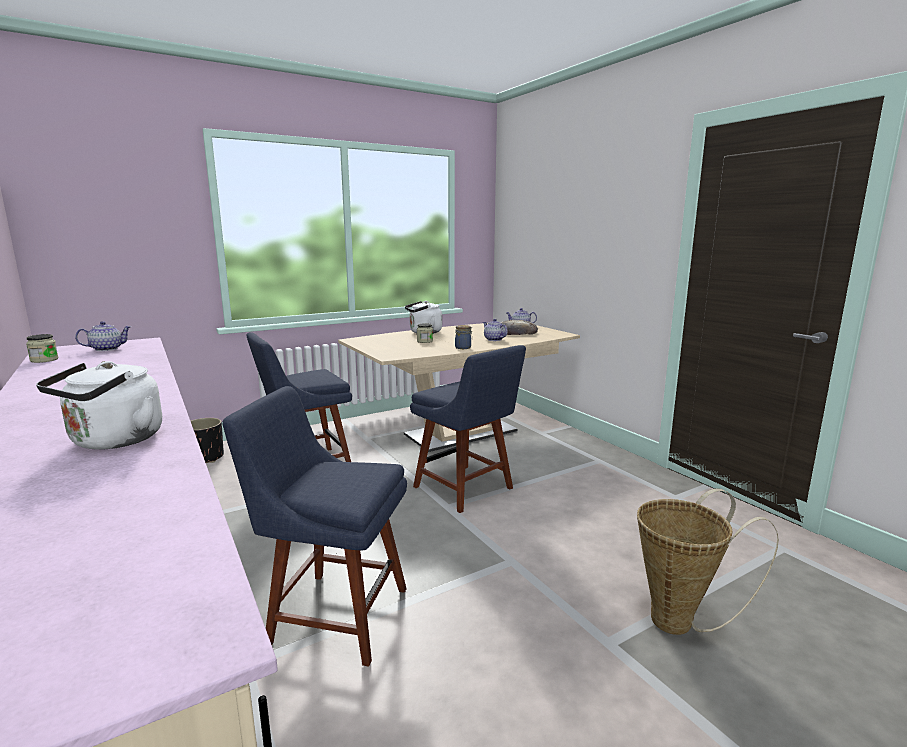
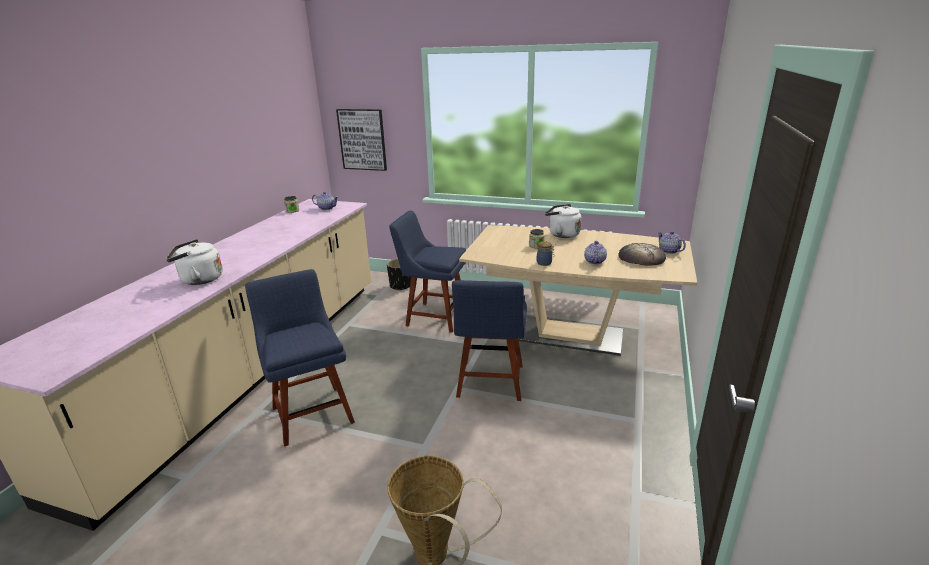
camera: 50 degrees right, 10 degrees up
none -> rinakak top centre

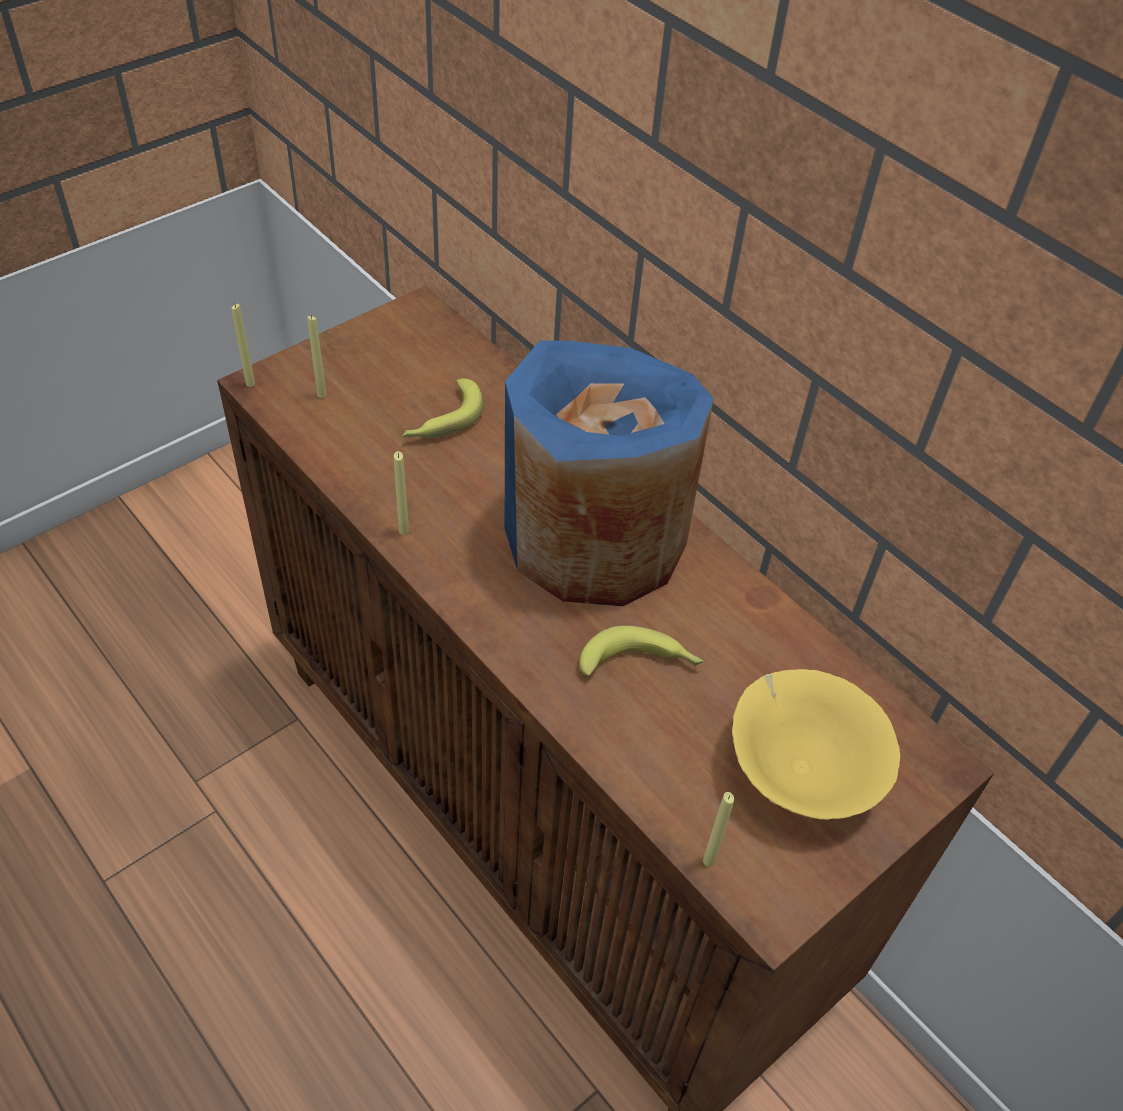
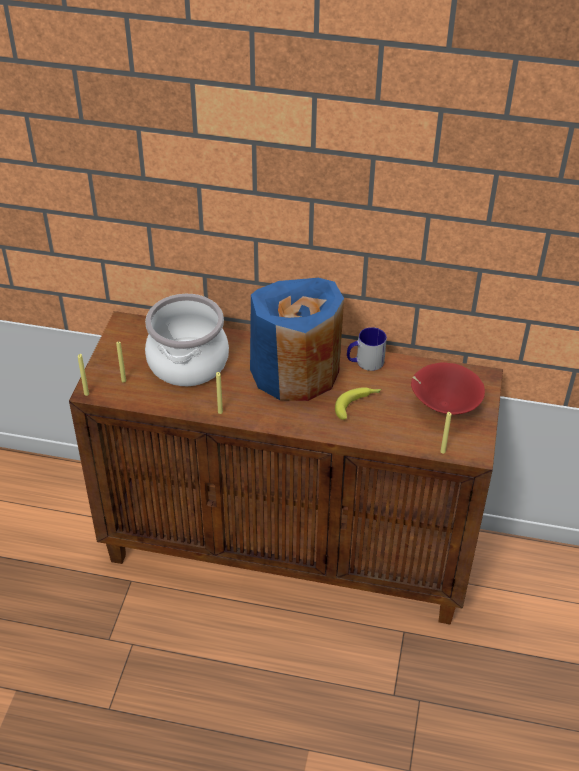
camera: 35 degrees left, 5 degrees down
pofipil (no. 1 from left) centre -> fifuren middle left
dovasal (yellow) bottom right -> dovasal (red) middle right
none -> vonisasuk centre

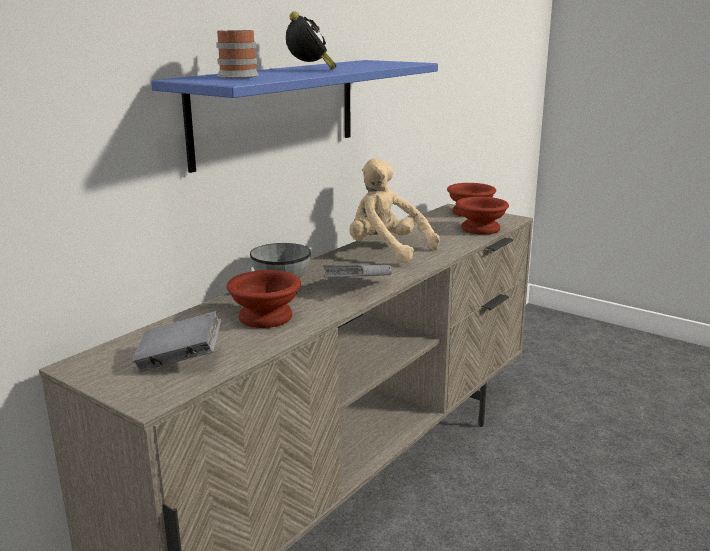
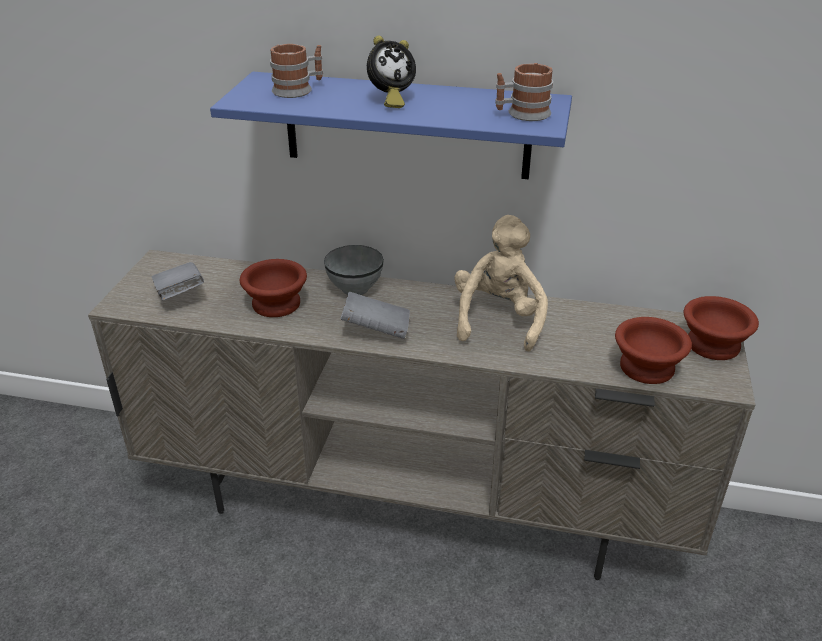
camera: 65 degrees right, 15 degrees up
none -> vonisasuk (no. 2 from left) top centre

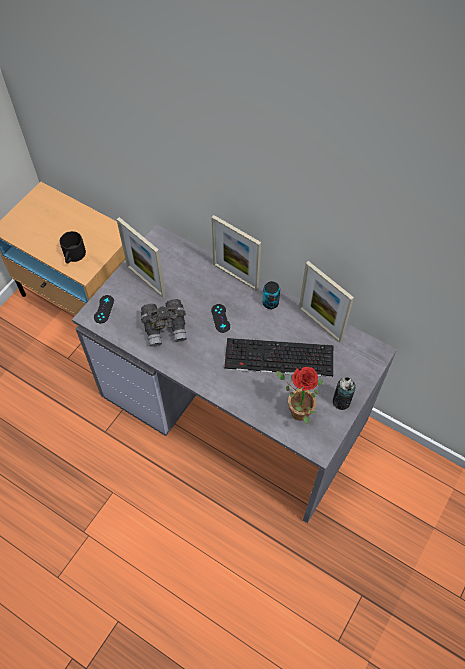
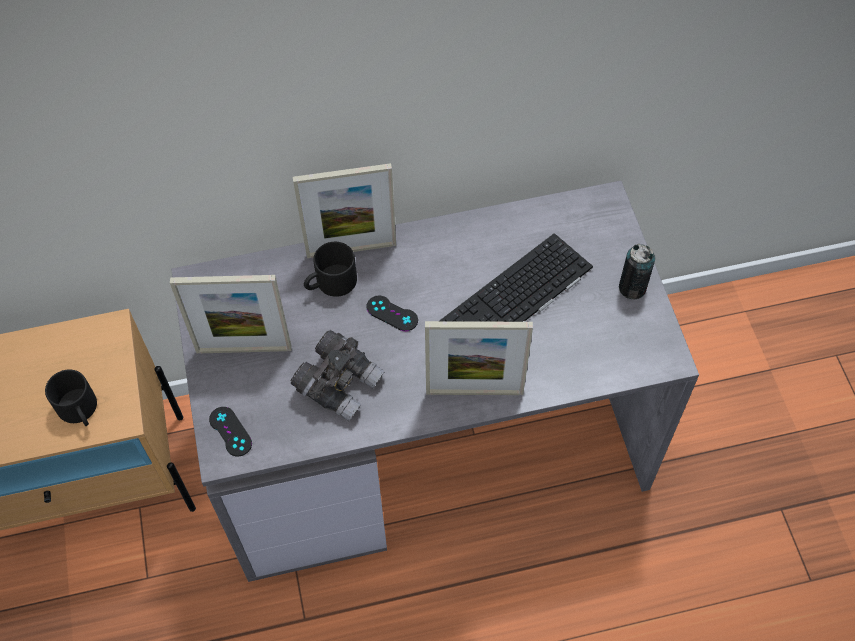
camera: 45 degrees left, 0 degrees up
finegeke (no. 1 from left) centre -> none
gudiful centre -> none
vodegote (no. 3 from left) middle right -> vodegote (no. 3 from left) centre, relocated
none -> vonisasuk (black) (no. 2 from left) centre

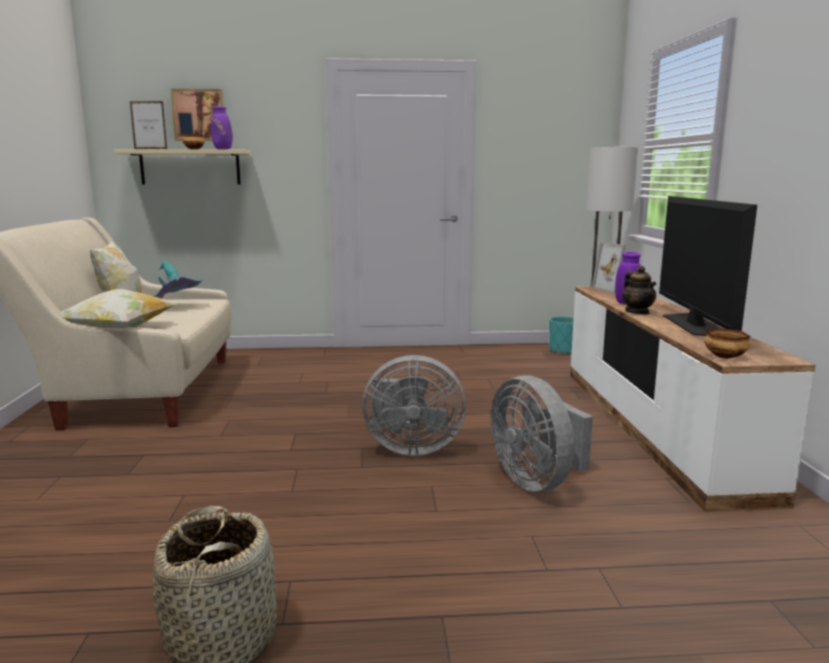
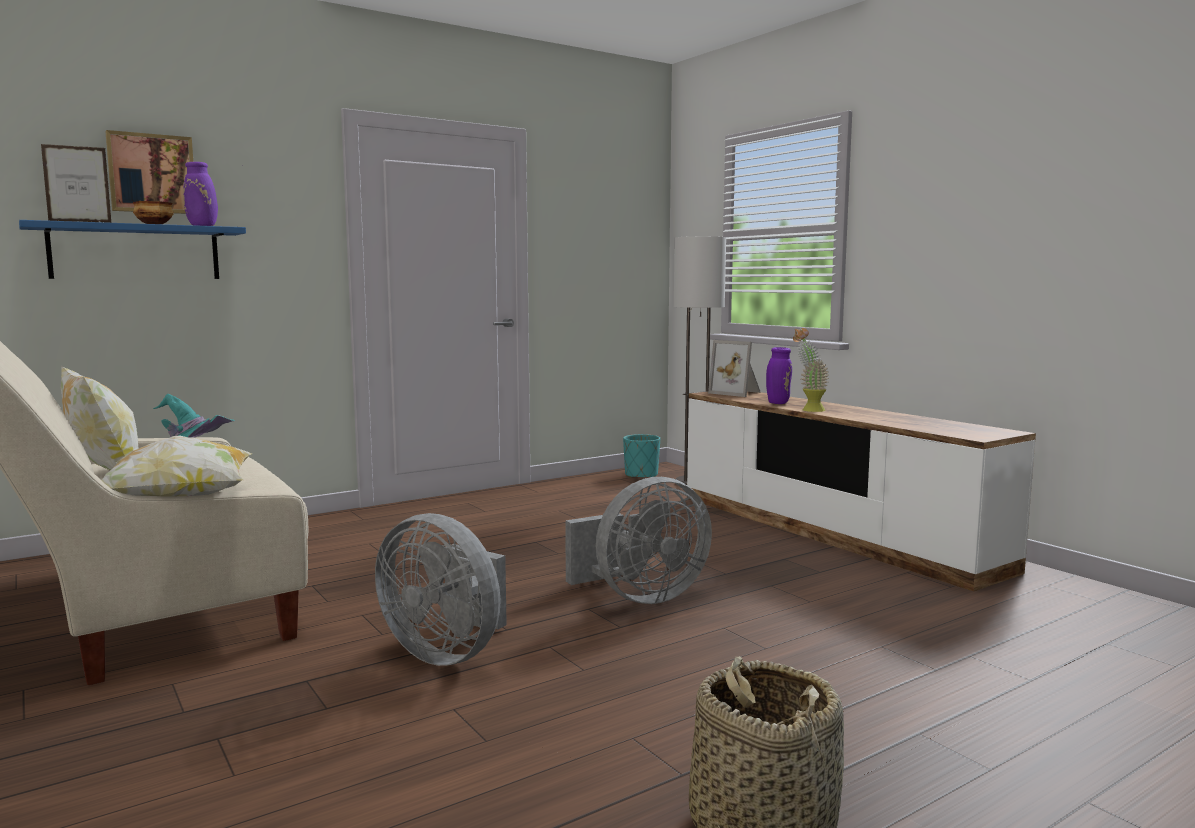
camera: 30 degrees left, 5 degrees down
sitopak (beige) top left -> sitopak (blue) top left
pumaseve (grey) (no. 2 from left in the first image) centre -> pumaseve (grey) (no. 1 from left) bottom centre, relocated
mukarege middle right -> gudiful middle right
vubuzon middle right -> none
dovasal (no. 2 from left) middle right -> none

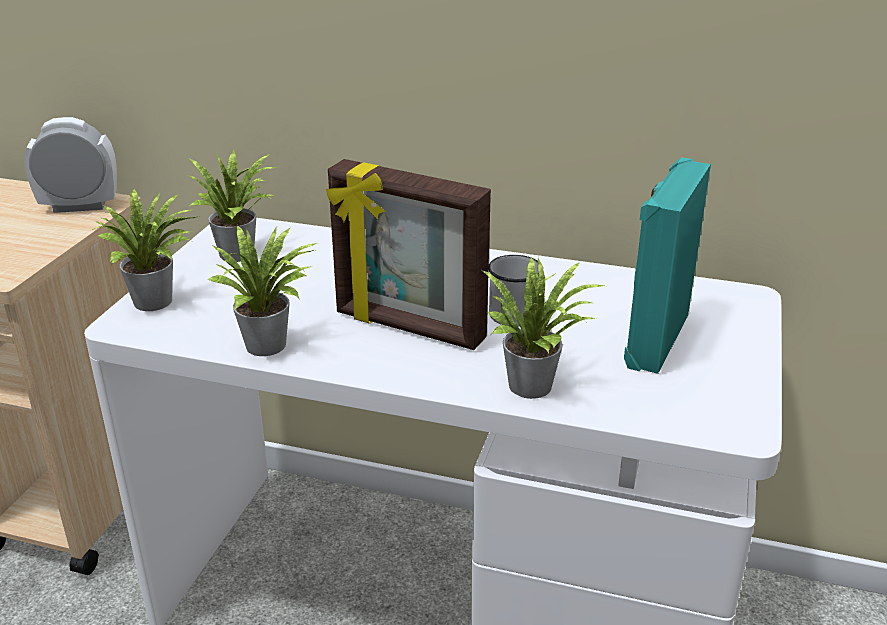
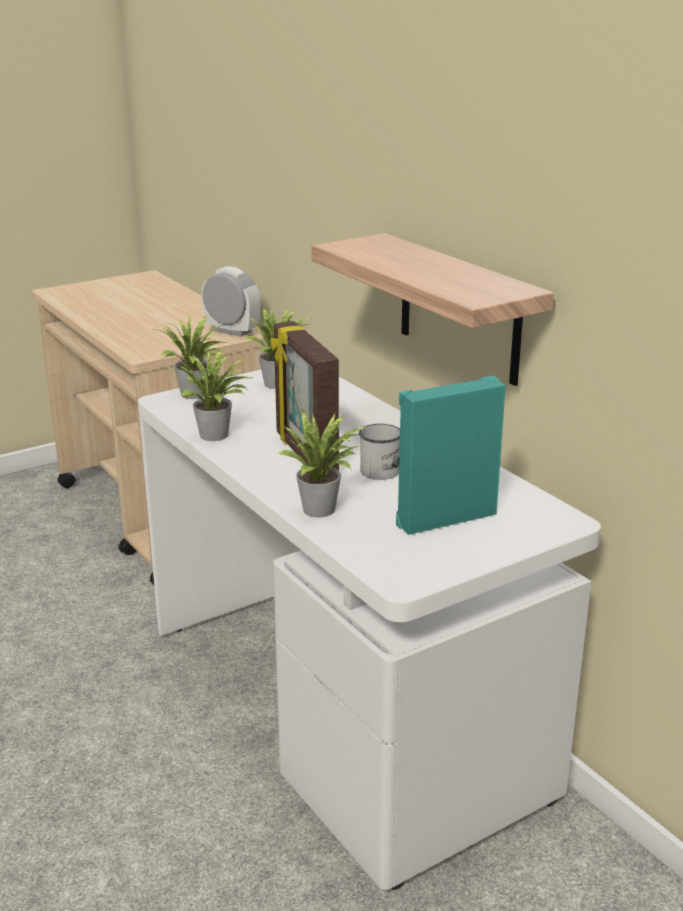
camera: 40 degrees right, 5 degrees down
none -> sitopak centre

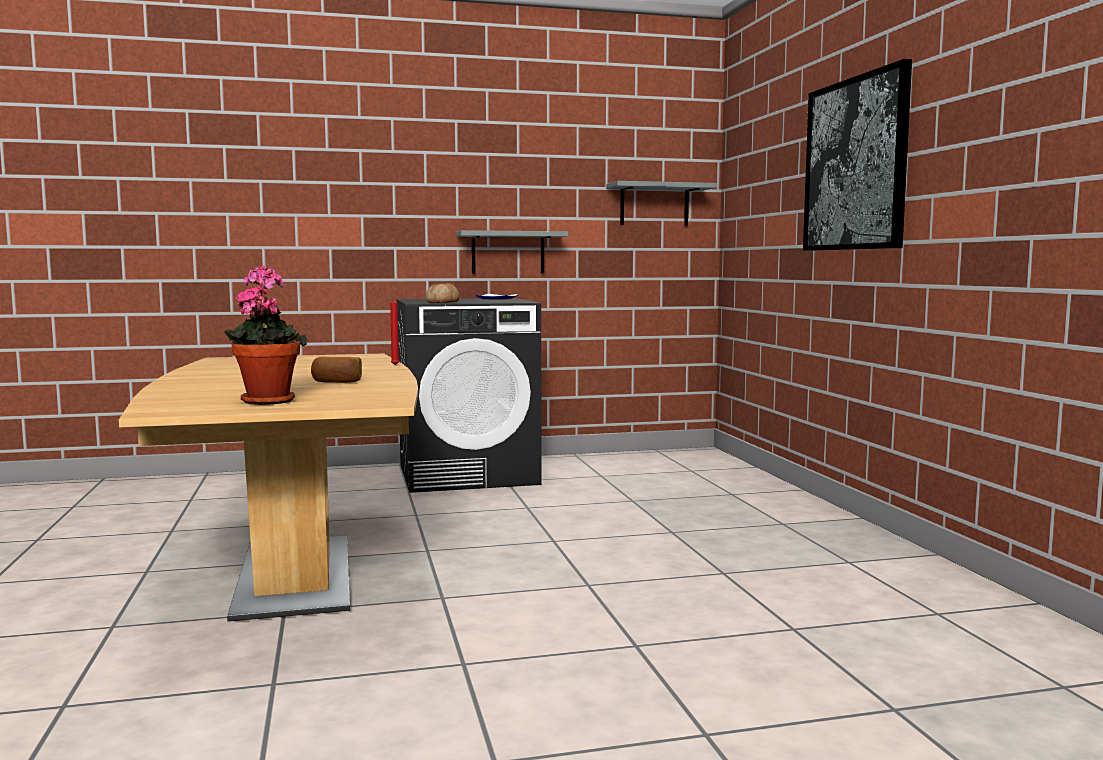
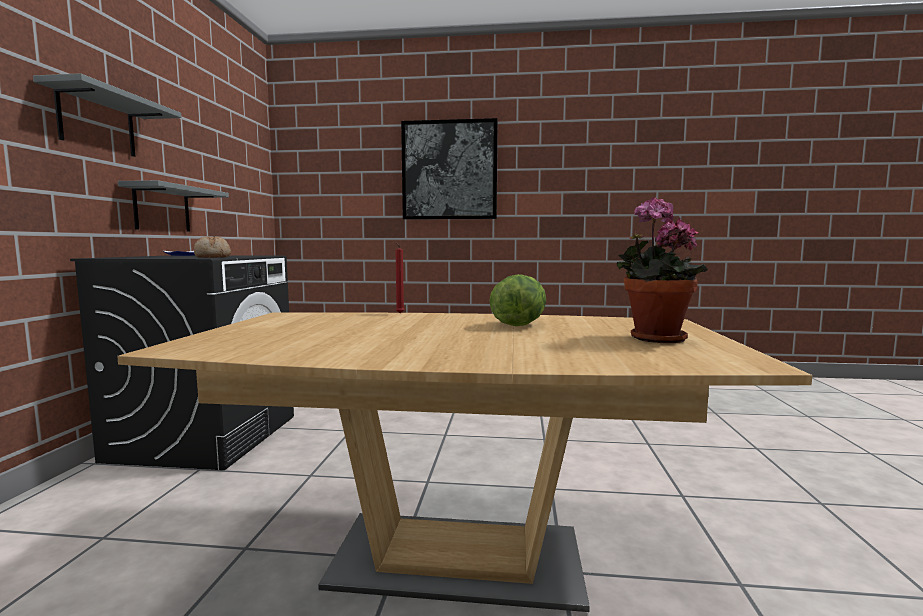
camera: 70 degrees left, 0 degrees up
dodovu (no. 1 from left) middle left -> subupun centre
sitopak (grey) (no. 2 from left in the first image) top centre -> sitopak (grey) (no. 1 from left) top left, relocated

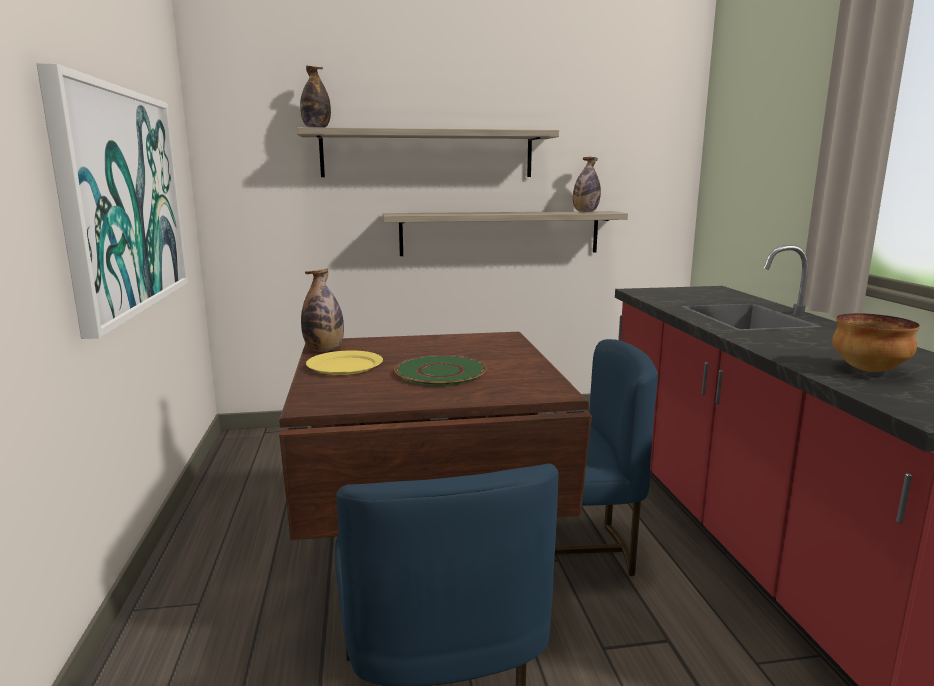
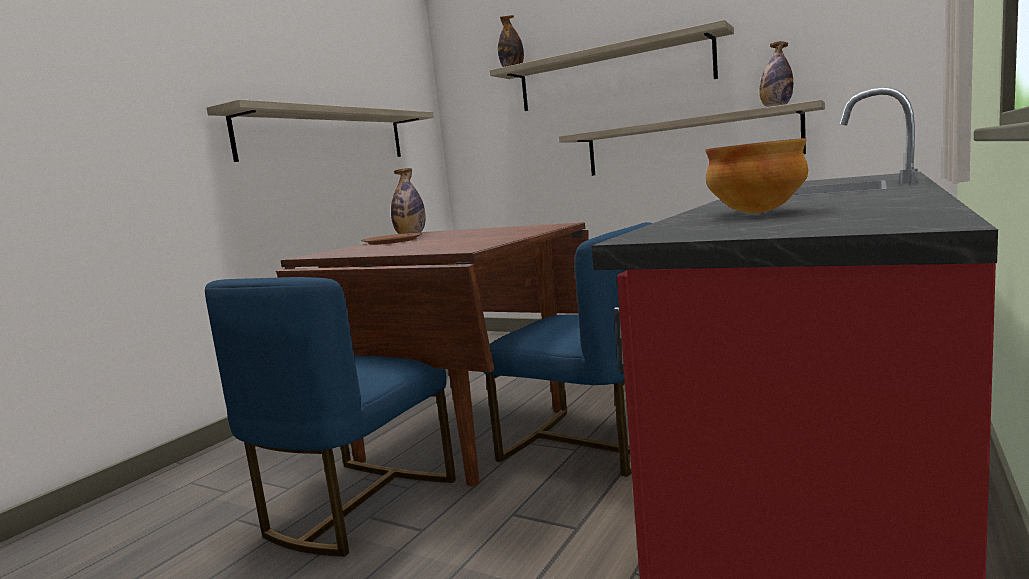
camera: 40 degrees right, 5 degrees down
rinakak top left -> sitopak (no. 1 from left) top left
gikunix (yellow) centre -> gikunix (brown) centre
gikunix (green) centre -> none

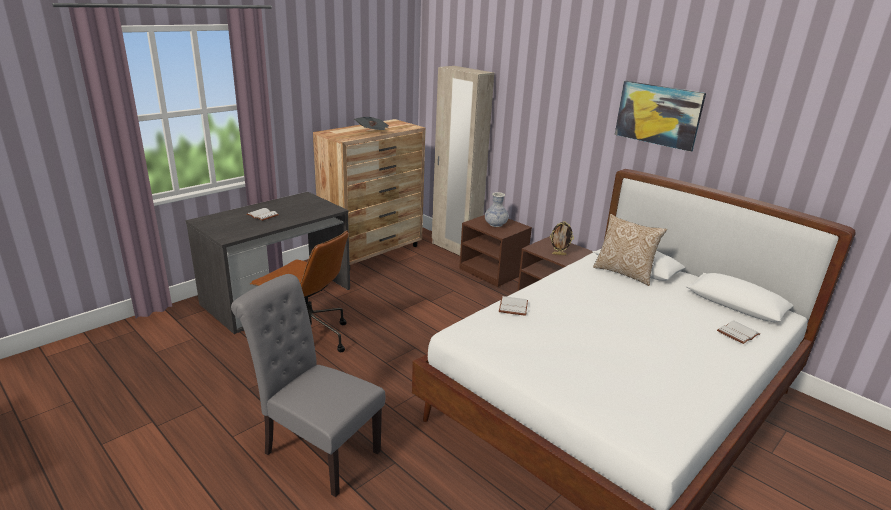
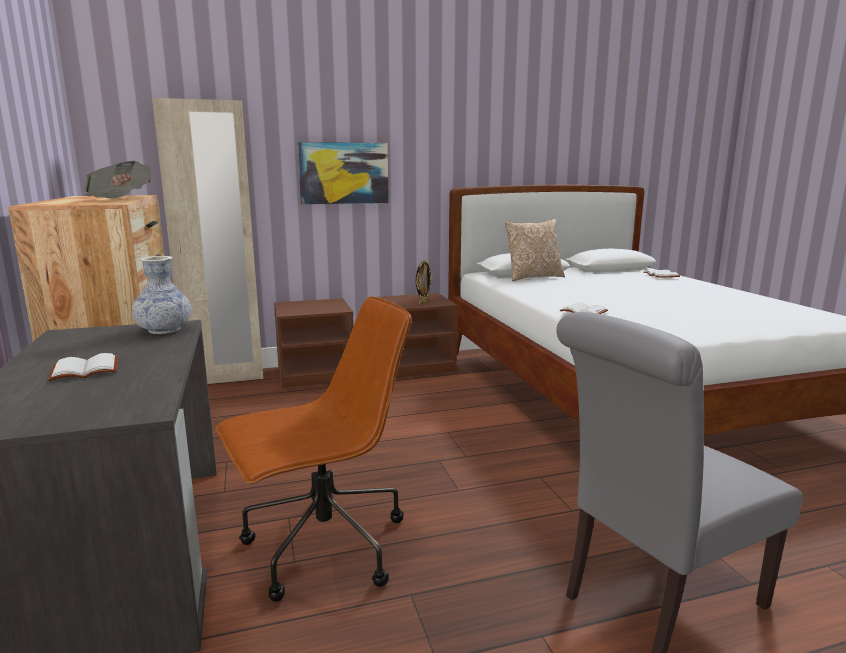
camera: 60 degrees left, 10 degrees down
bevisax centre -> bevisax middle left, relocated
rinakak top right -> rinakak top centre, relocated

